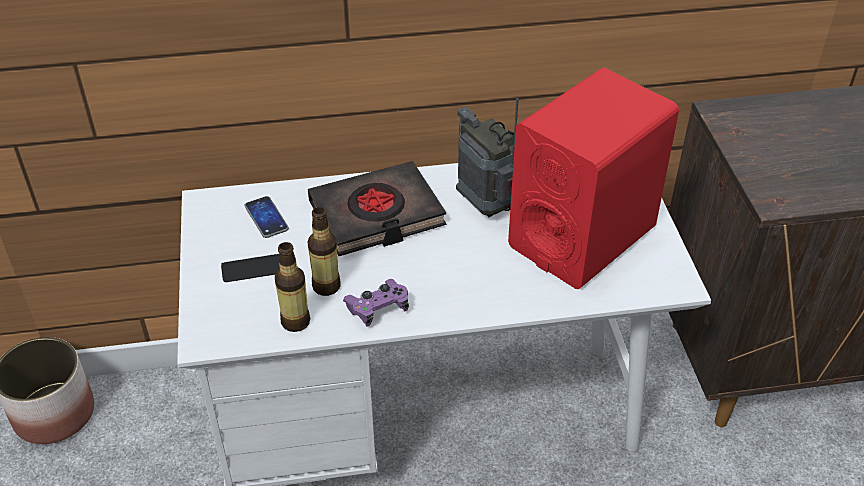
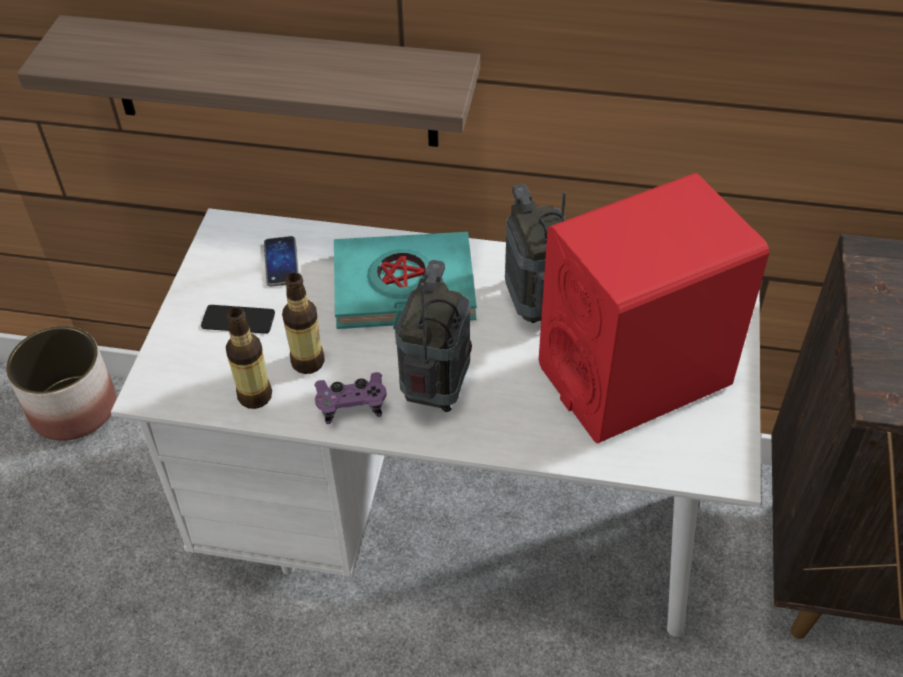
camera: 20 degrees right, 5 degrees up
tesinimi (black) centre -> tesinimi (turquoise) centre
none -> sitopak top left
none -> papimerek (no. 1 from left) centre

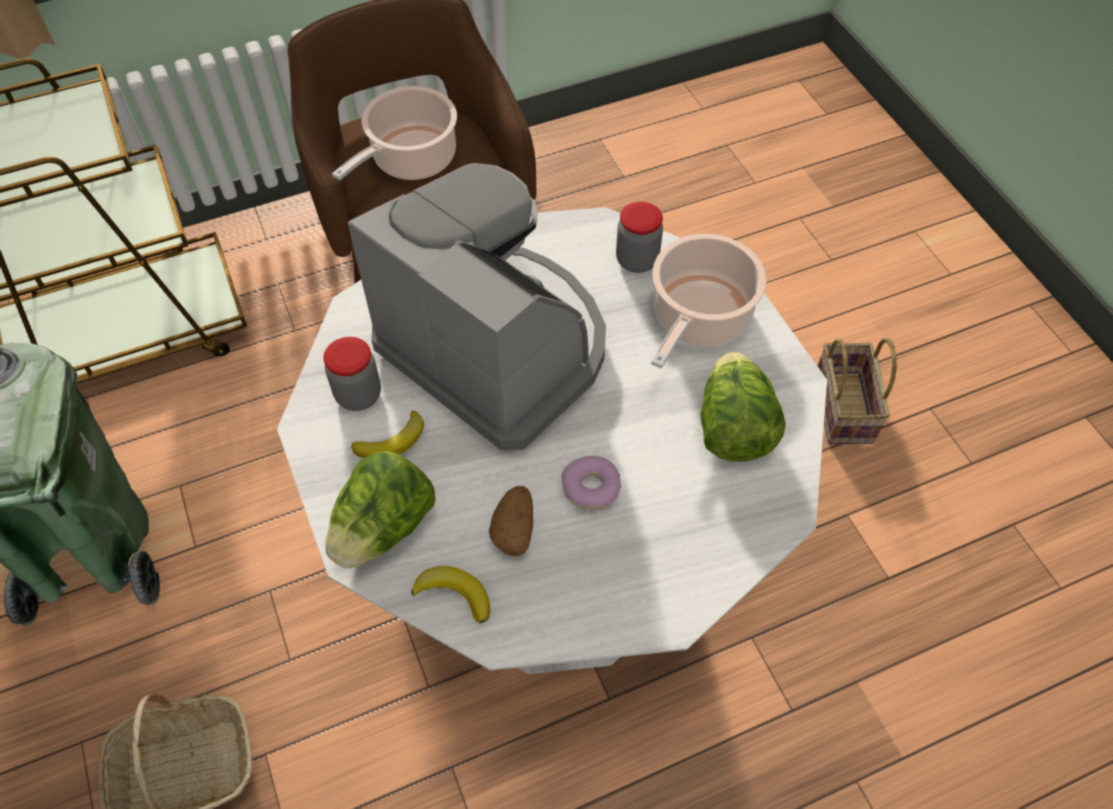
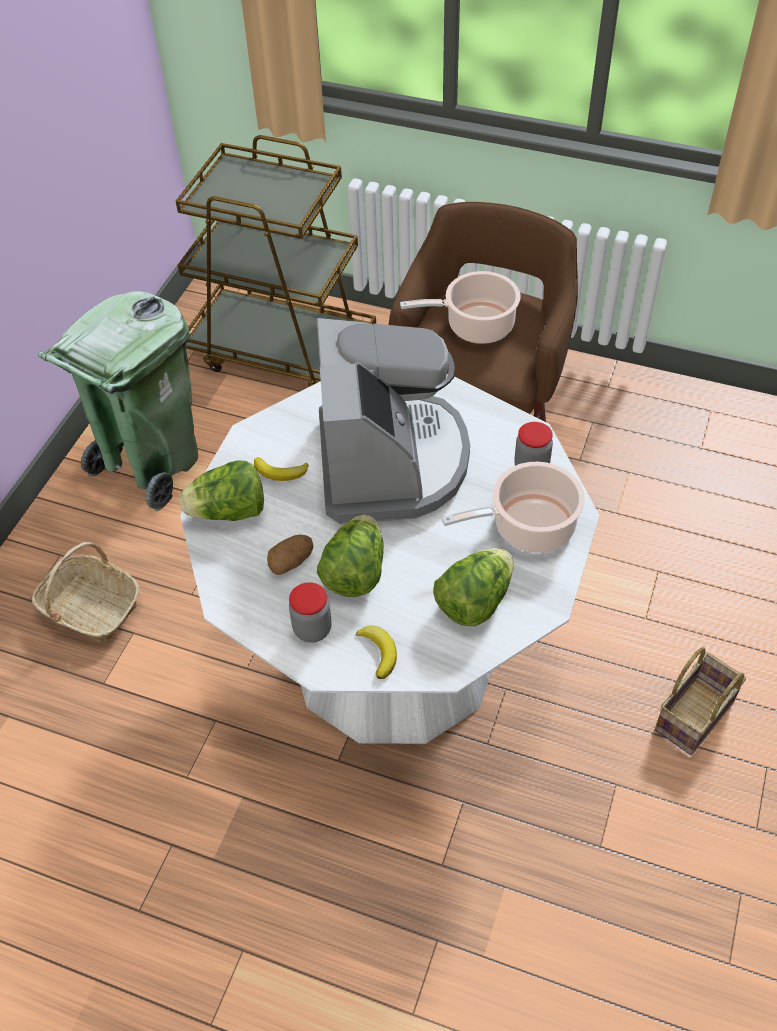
camera: 45 degrees right, 5 degrees down
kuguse (no. 1 from left) middle left -> kuguse (no. 1 from left) centre, relocated
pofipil (no. 2 from left) bottom centre -> pofipil (no. 2 from left) centre, relocated
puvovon centre -> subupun (no. 2 from left) centre

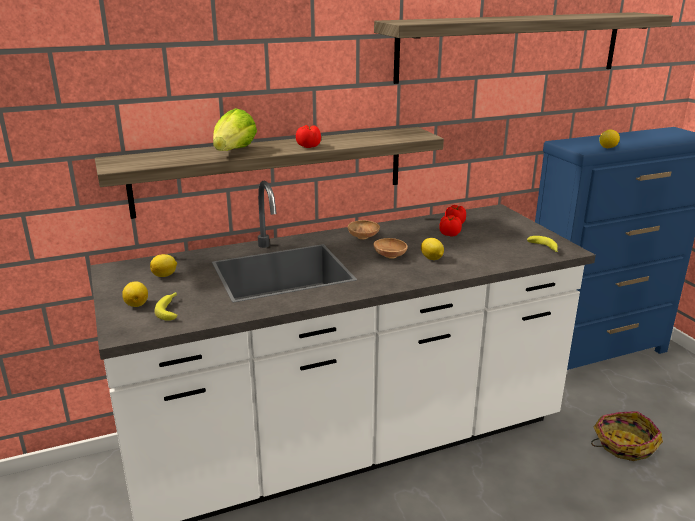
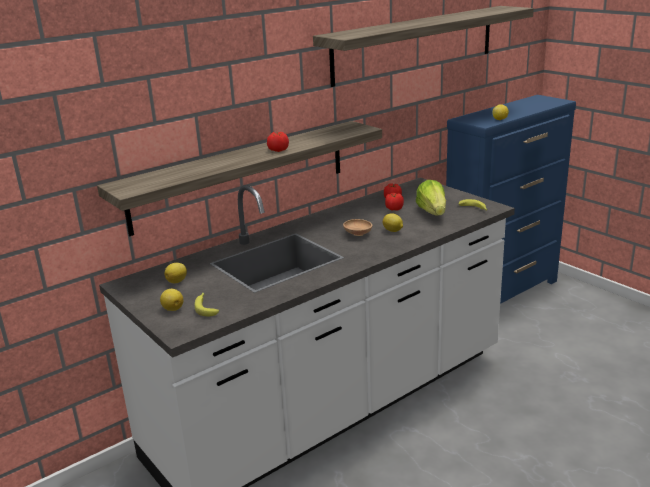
camera: 15 degrees left, 0 degrees up
subupun top centre -> subupun centre, relocated
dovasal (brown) (no. 1 from left) centre -> none
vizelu bottom right -> none

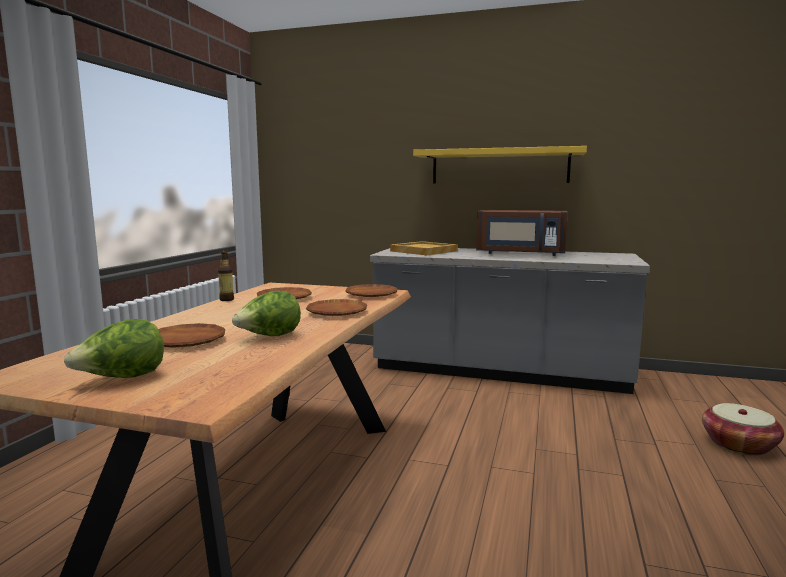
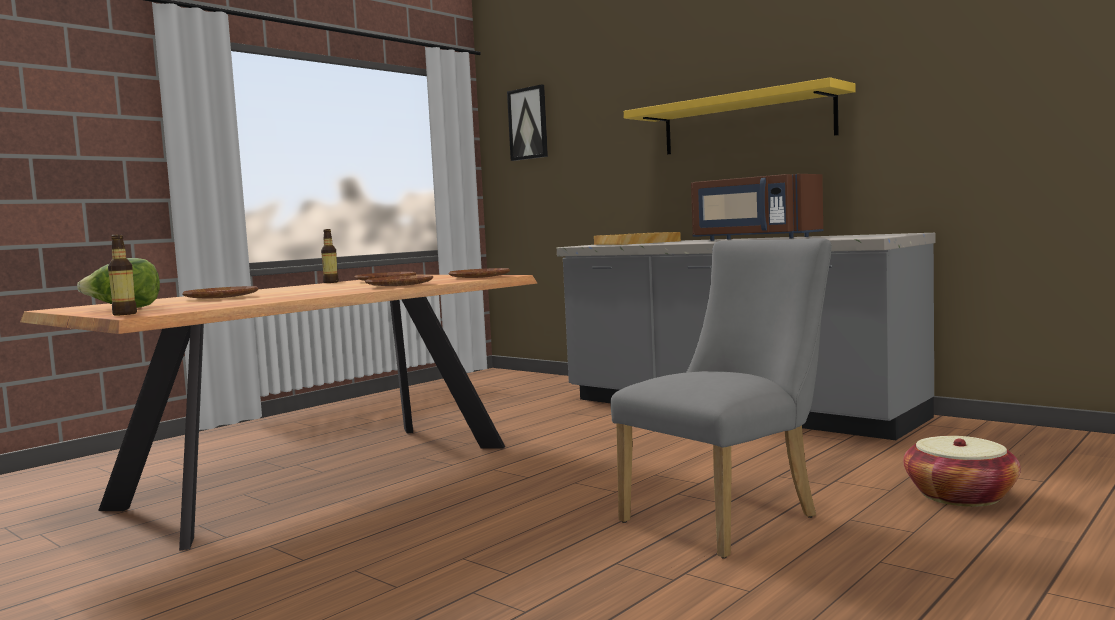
camera: 25 degrees right, 5 degrees down
subupun (no. 2 from left) centre -> none
none -> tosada (no. 1 from left) middle left
none -> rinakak top centre
none -> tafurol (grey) centre

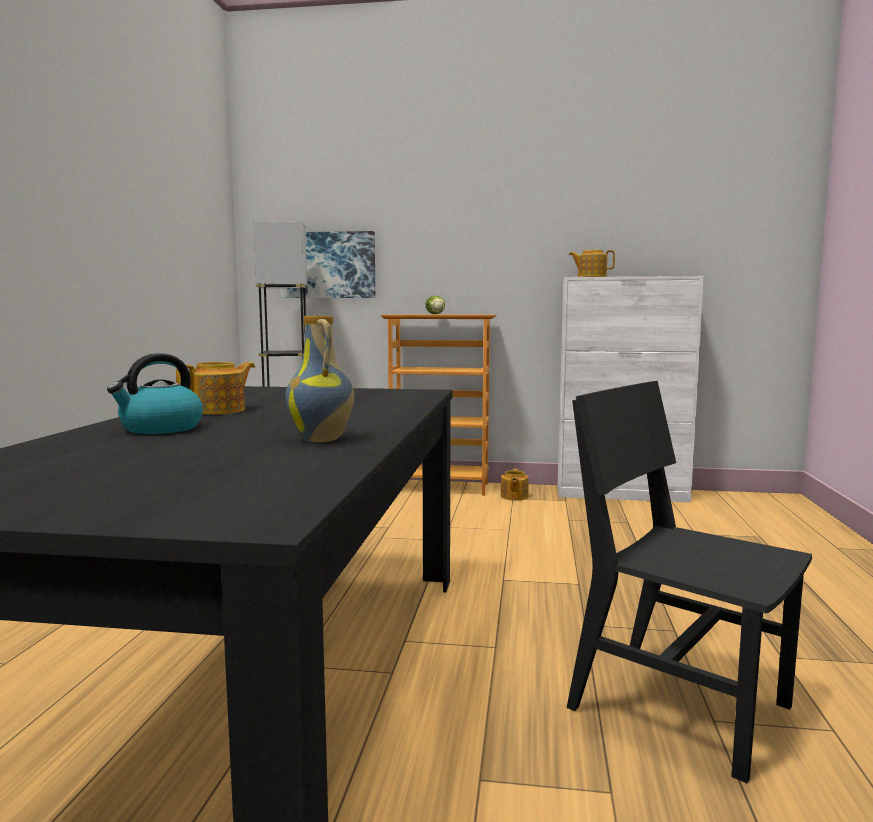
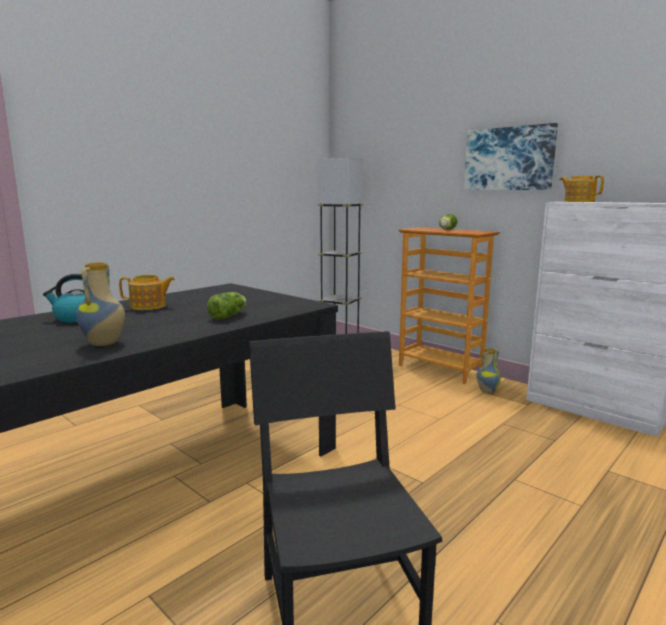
camera: 35 degrees right, 5 degrees up
rinakak top centre -> rinakak top right, relocated
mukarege (no. 2 from left) centre -> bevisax (no. 2 from left) middle right
none -> subupun (no. 1 from left) centre

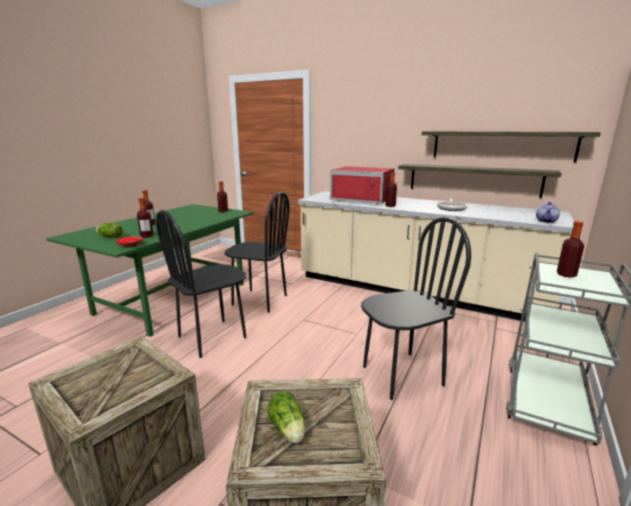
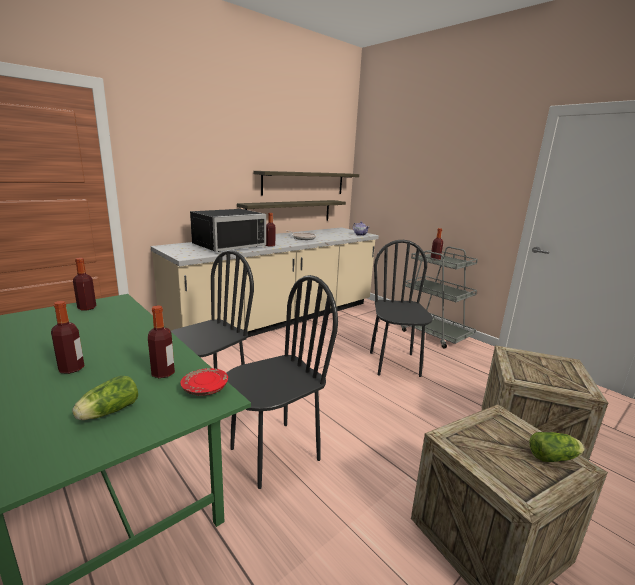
camera: 70 degrees left, 0 degrees up
tafurol (black) (no. 1 from left in the first image) middle left -> tafurol (black) (no. 2 from left) centre, 105 degrees counterclockwise
subupun (no. 2 from left) bottom centre -> subupun (no. 2 from left) bottom right, relocated
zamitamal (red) centre -> zamitamal (black) centre

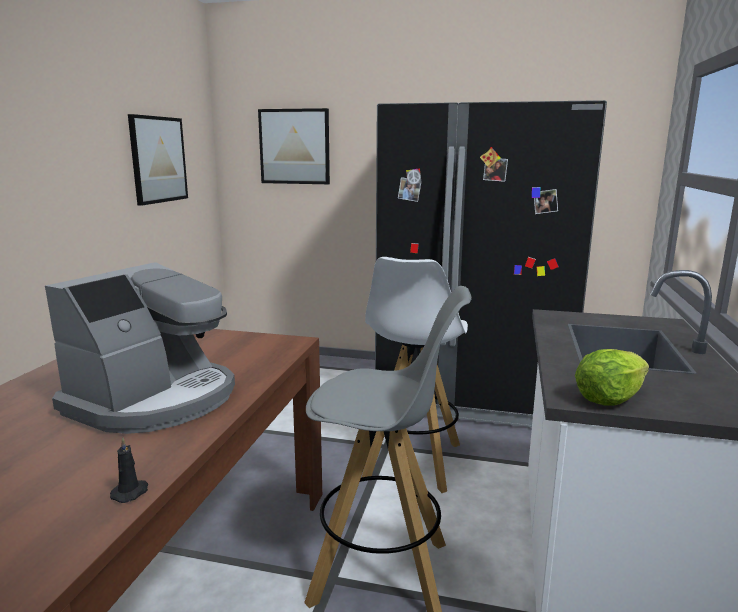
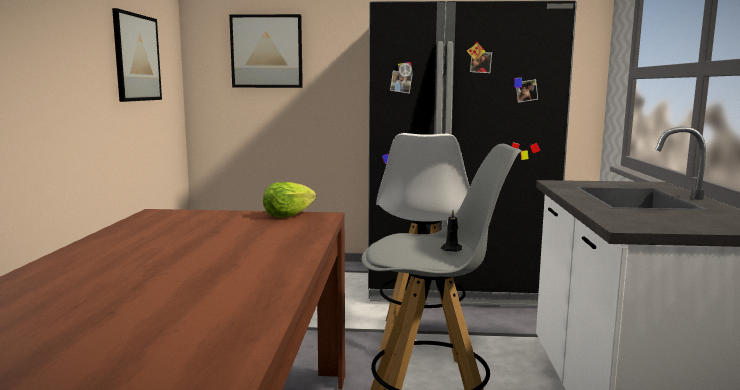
camera: 10 degrees left, 5 degrees down
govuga middle left -> none
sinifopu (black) bottom left -> sinifopu (black) centre, relocated
subupun middle right -> subupun centre, relocated

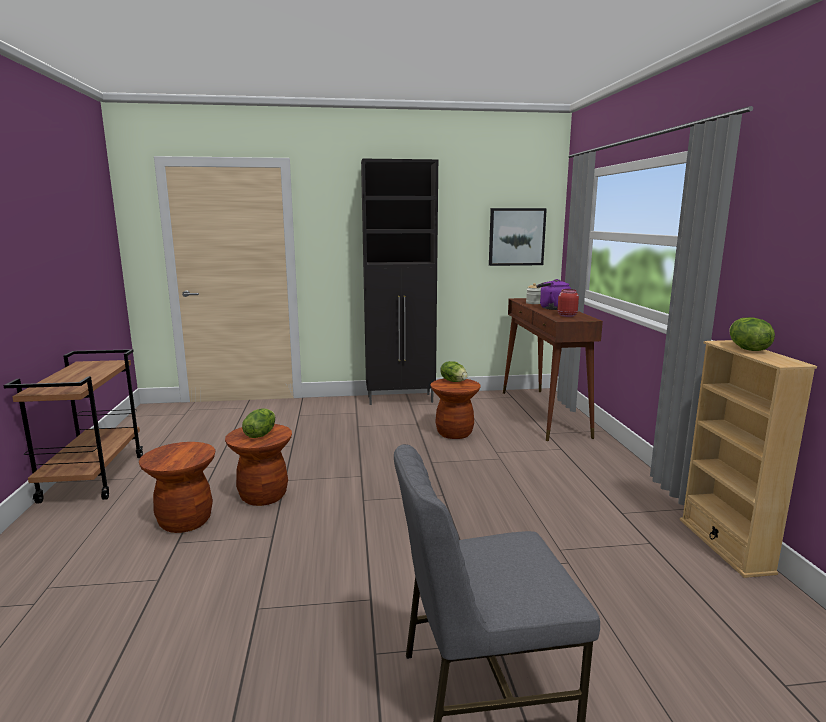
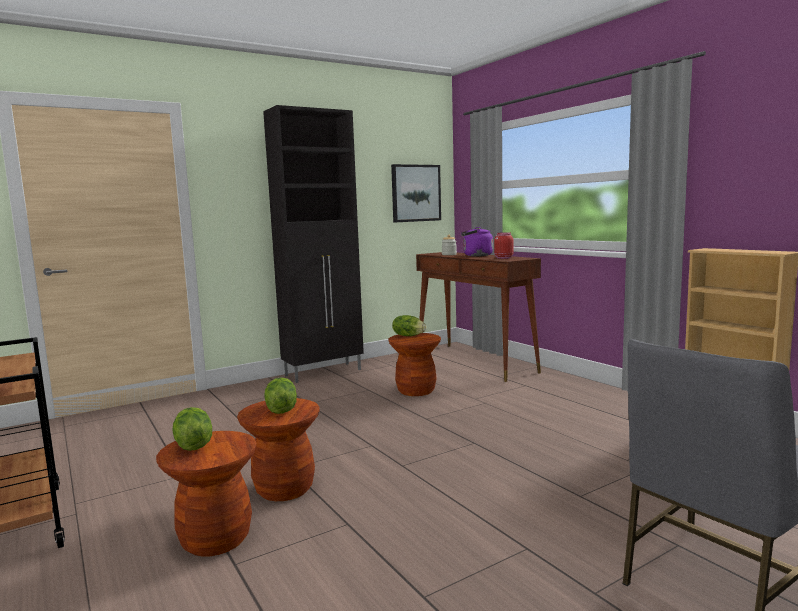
camera: 25 degrees left, 5 degrees down
subupun (no. 3 from left in the first image) middle right -> subupun (no. 1 from left) bottom left, relocated

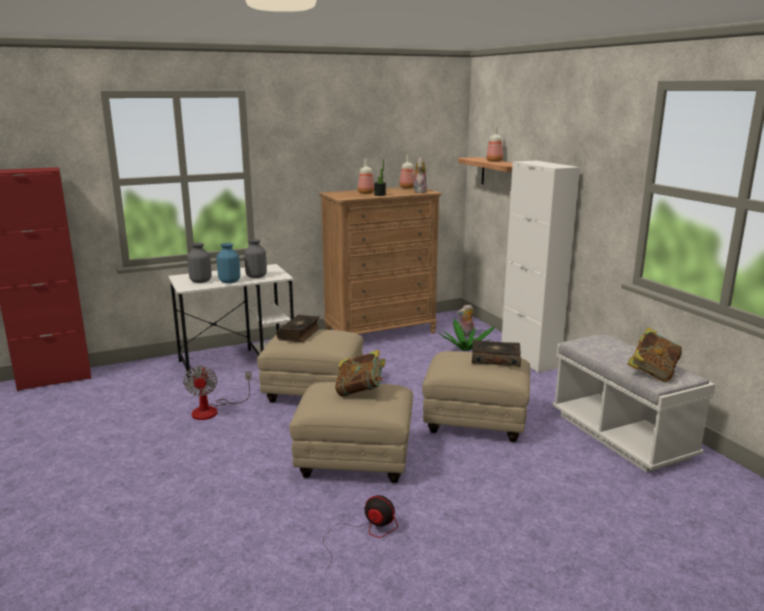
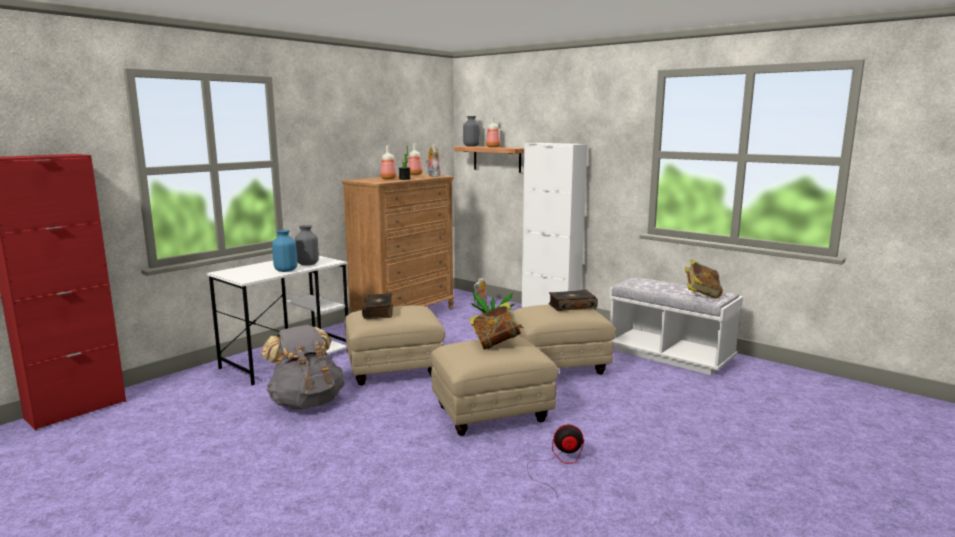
camera: 25 degrees left, 5 degrees down
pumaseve (no. 1 from left) middle left -> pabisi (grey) bottom left
bevisax (grey) (no. 1 from left in the first image) middle left -> bevisax (grey) (no. 2 from left) top centre, relocated

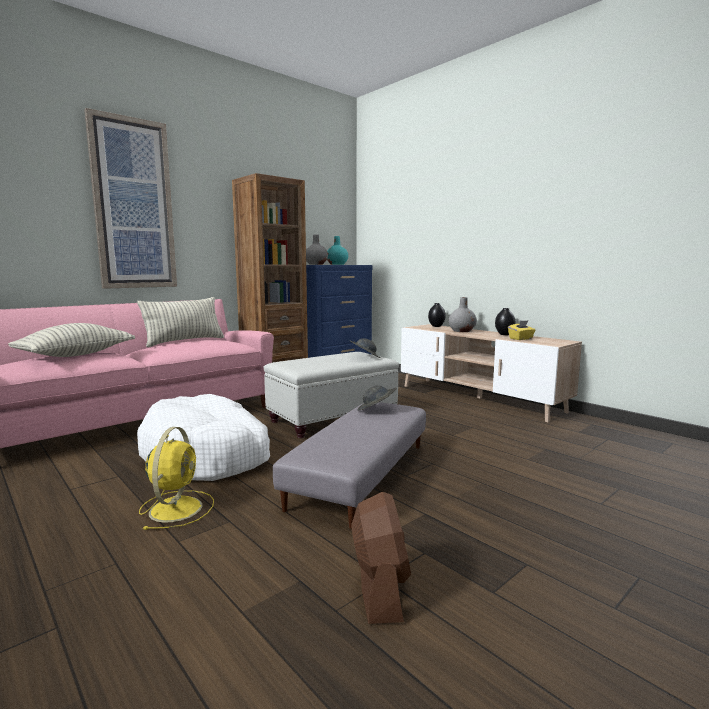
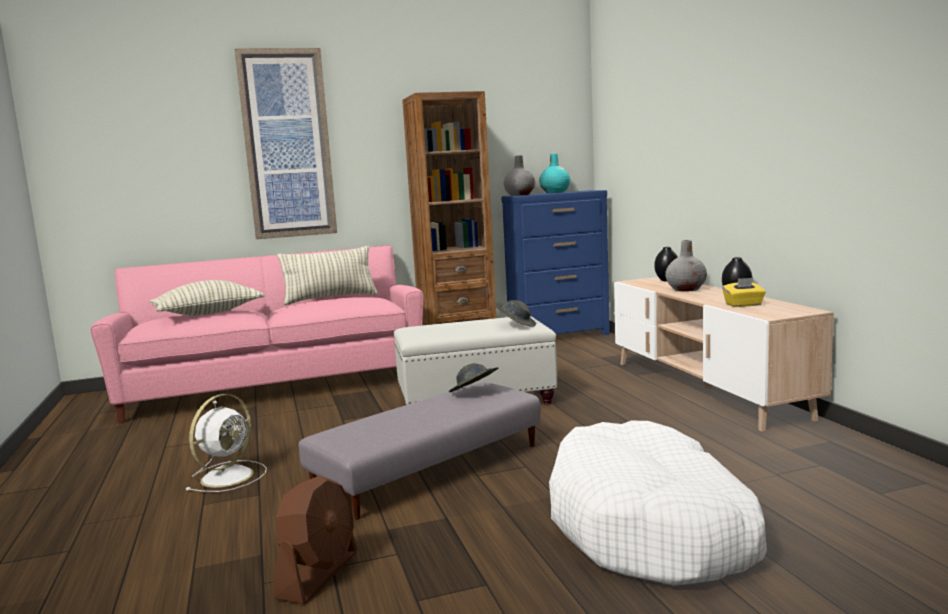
camera: 25 degrees right, 0 degrees up
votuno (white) middle left -> votuno (white) bottom right, relocated
pumaseve (yellow) bottom left -> pumaseve (white) bottom left

